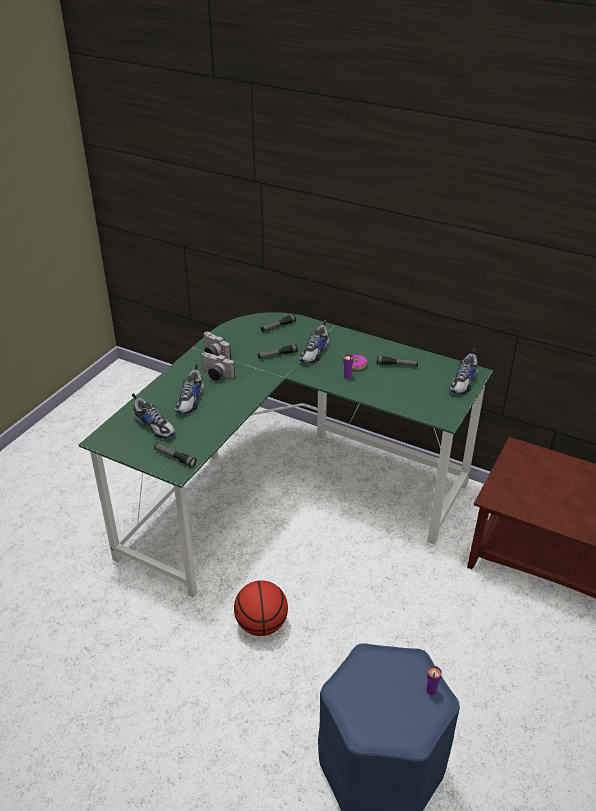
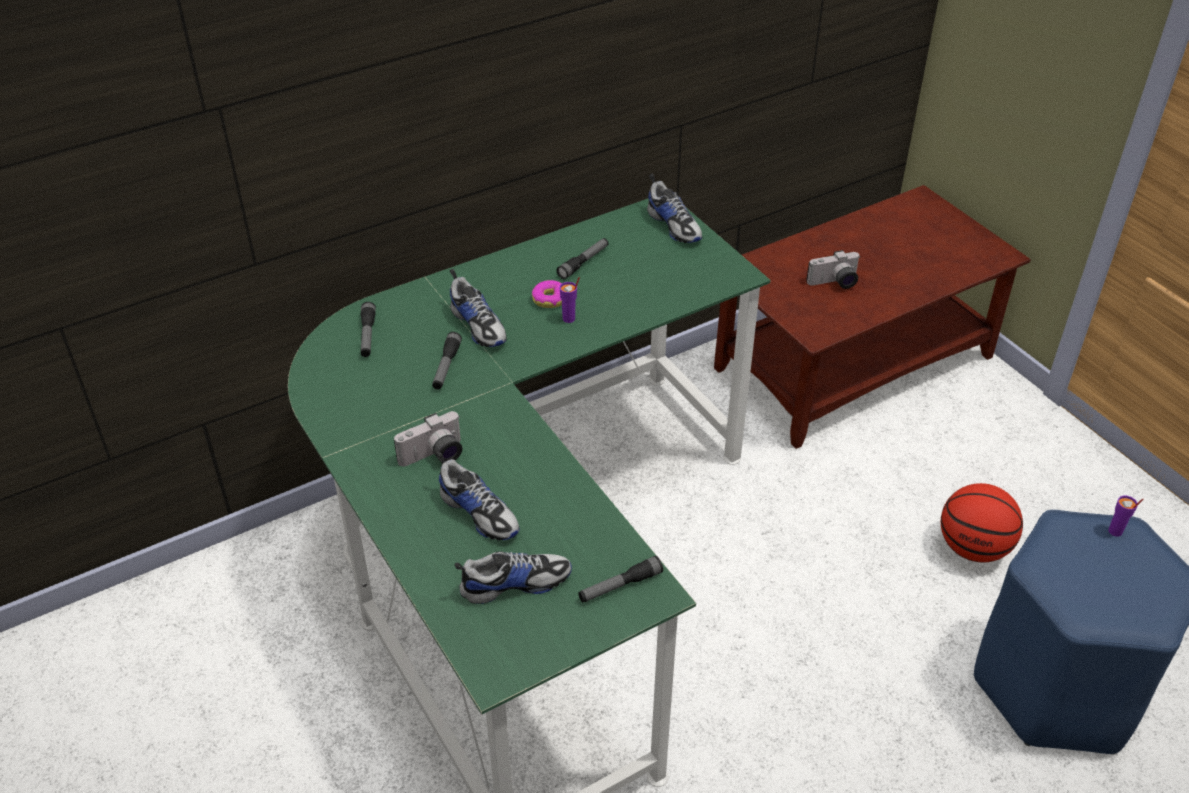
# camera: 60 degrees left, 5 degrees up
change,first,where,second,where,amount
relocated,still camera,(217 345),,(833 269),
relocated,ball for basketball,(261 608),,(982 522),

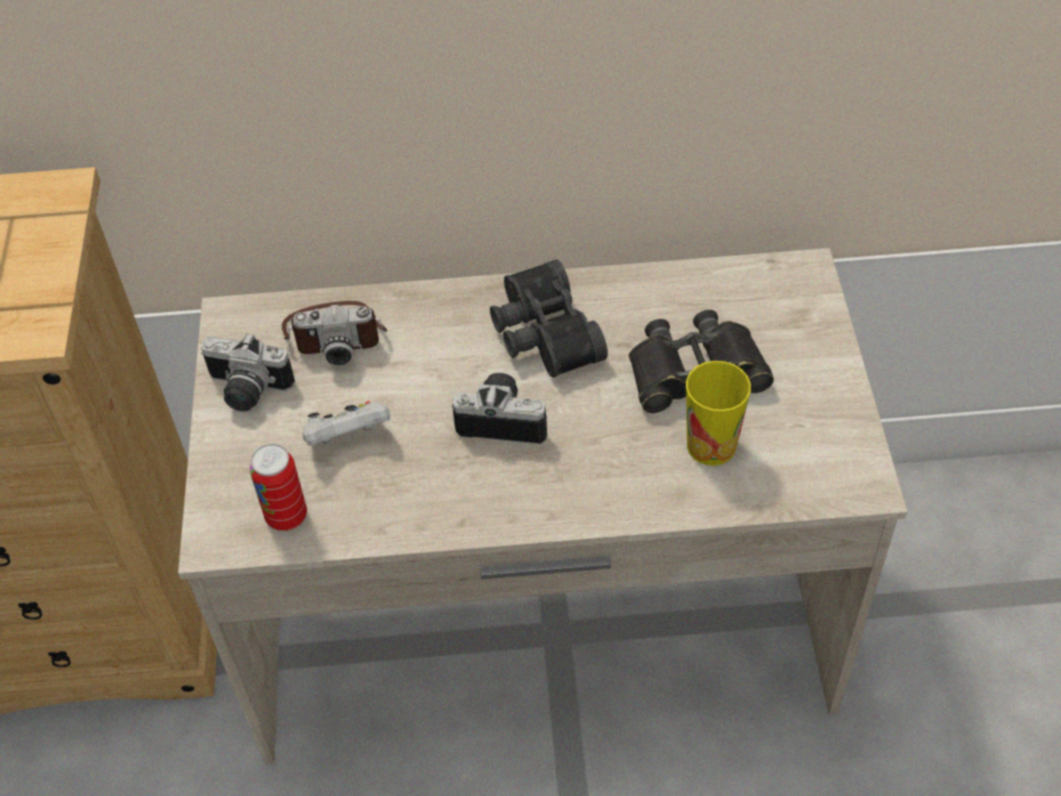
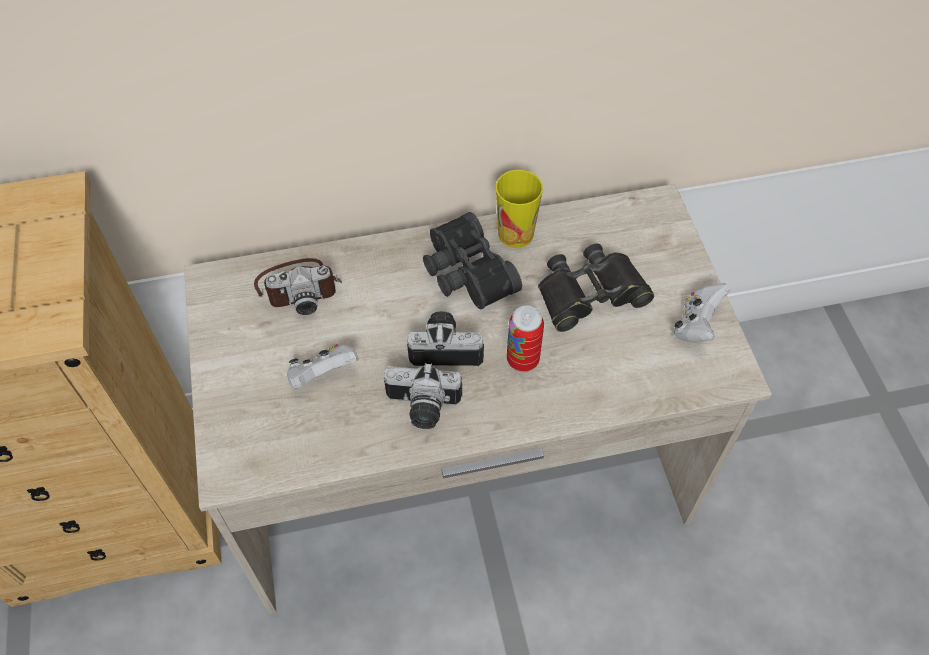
# camera: 10 degrees left, 5 degrees up
change,first,where,second,where,amount
appeared,,,white joypad,(701 312),
relocated,still camera,(248 372),,(423 396),
relocated,can,(278 487),,(525 339),
relocated,drinking cup,(718 413),,(519 209),

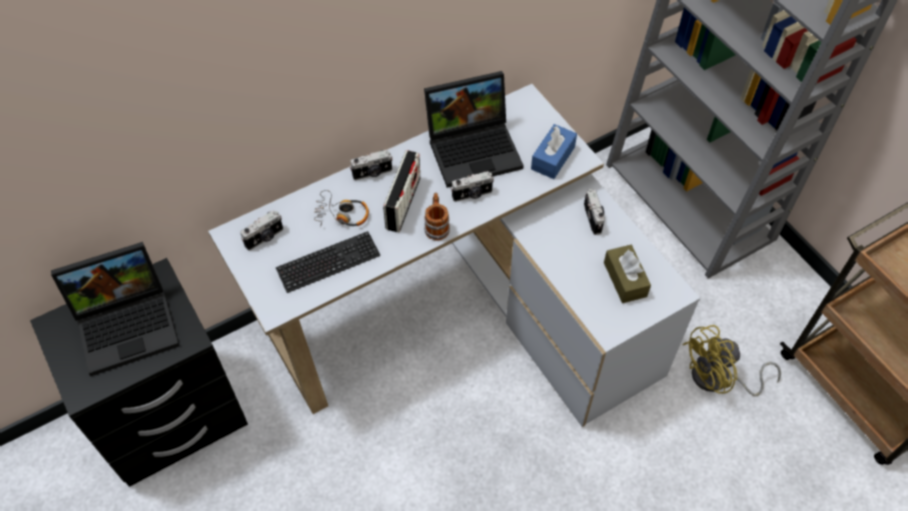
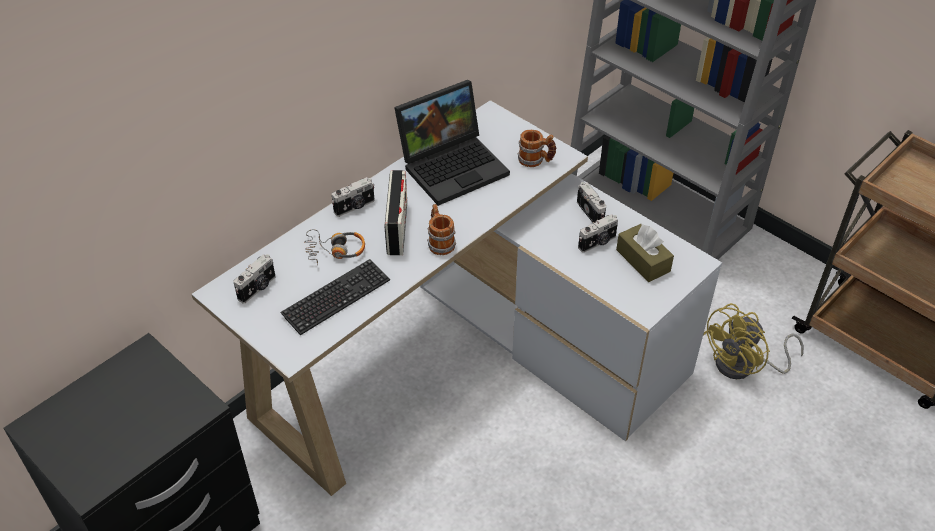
# camera: 15 degrees left, 10 degrees down
change,first,where,second,where,amount
missing,laptop,(115 309),,,
relocated,still camera,(472 186),,(598 233),
exchanged,blue box of tissues,(554 151),tea mug,(536 148),

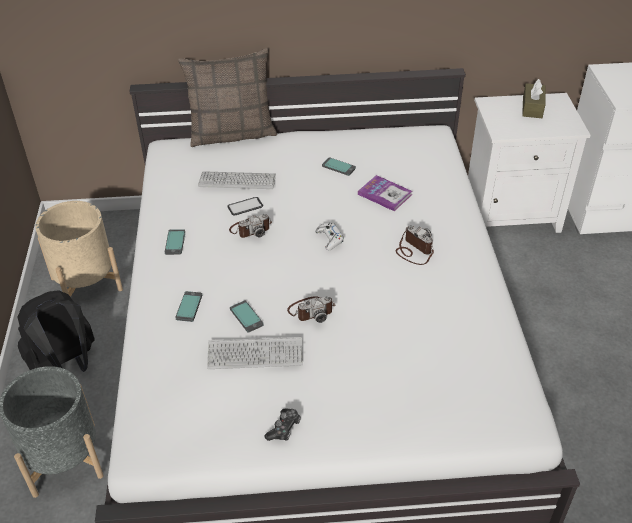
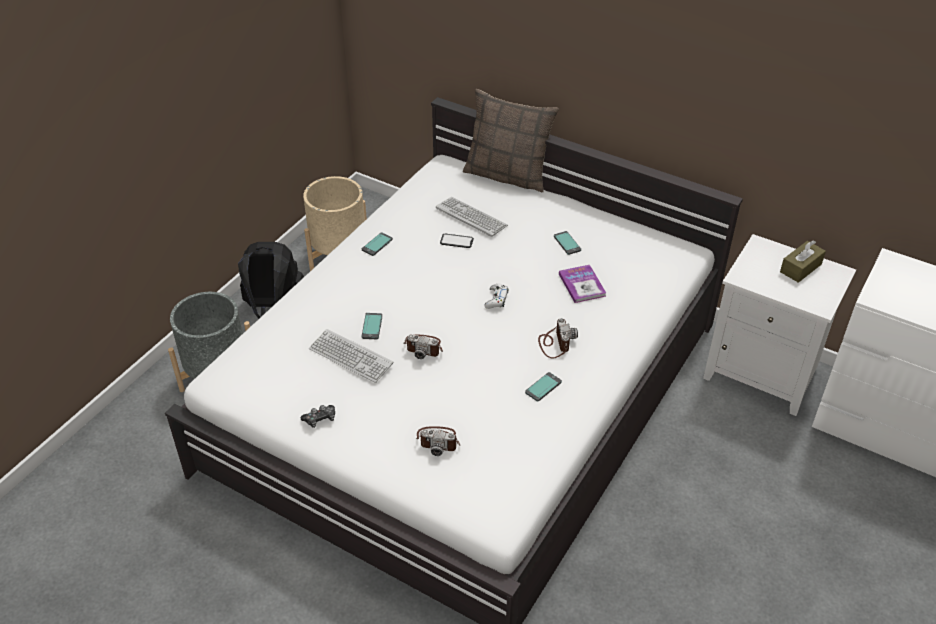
# camera: 35 degrees right, 0 degrees up
change,first,where,second,where,amount
relocated,phone,(188 306),,(543 387),
relocated,still camera,(250 226),,(438 441),

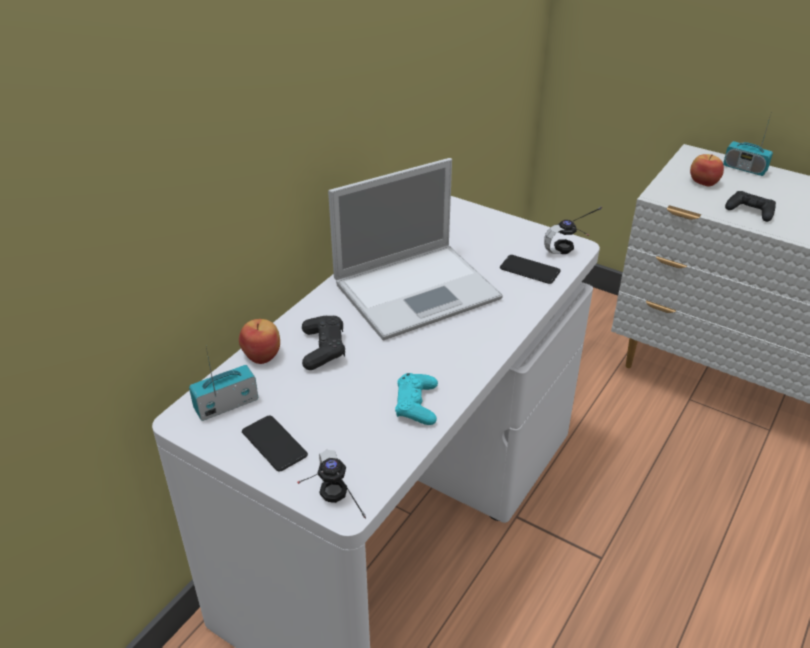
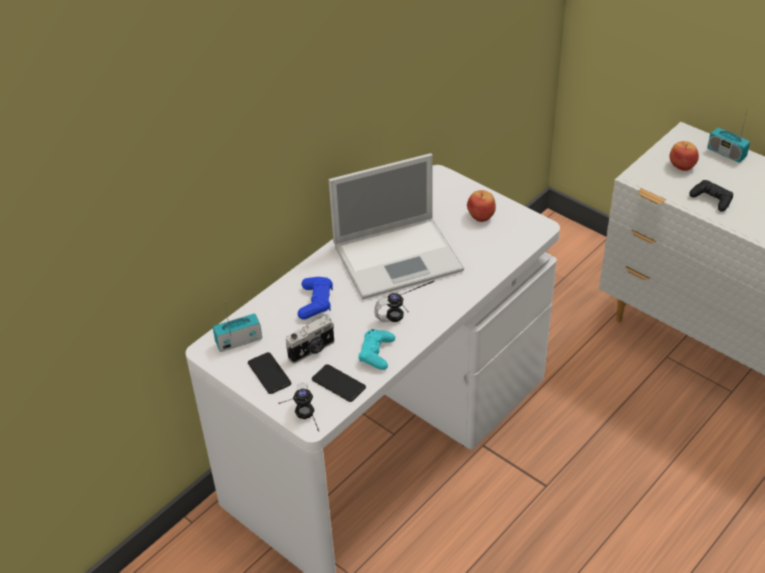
# camera: 10 degrees right, 5 degrees up
change,first,where,second,where,amount
appeared,,,still camera,(310 340),
relocated,whole apple,(259 341),,(481 206),
relocated,phone,(530 269),,(339 383),
relocated,pair of headphones,(573 230),,(404 301),
colour,blackish joypad,(323 343),blue joypad,(315 298),

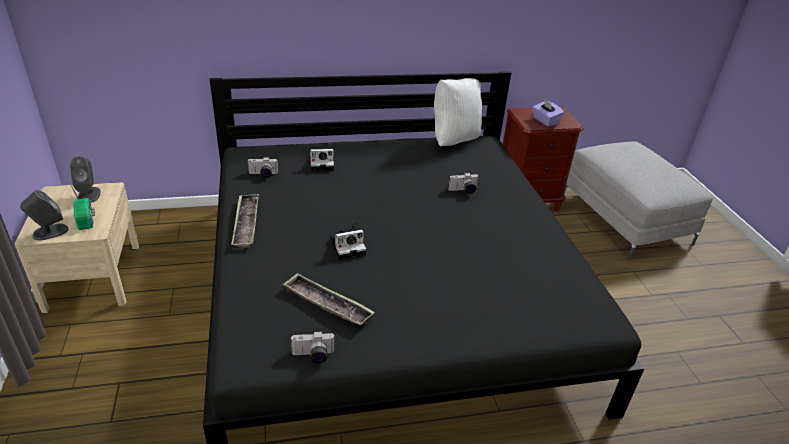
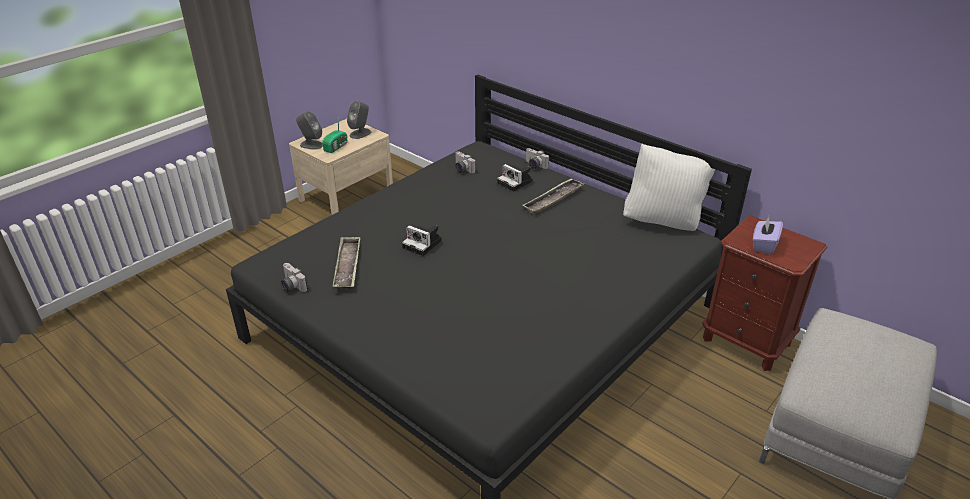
# camera: 55 degrees right, 0 degrees up
change,first,where,second,where,amount
relocated,carrying tray,(245 221),,(553 196),
relocated,still camera,(463 183),,(537 158),

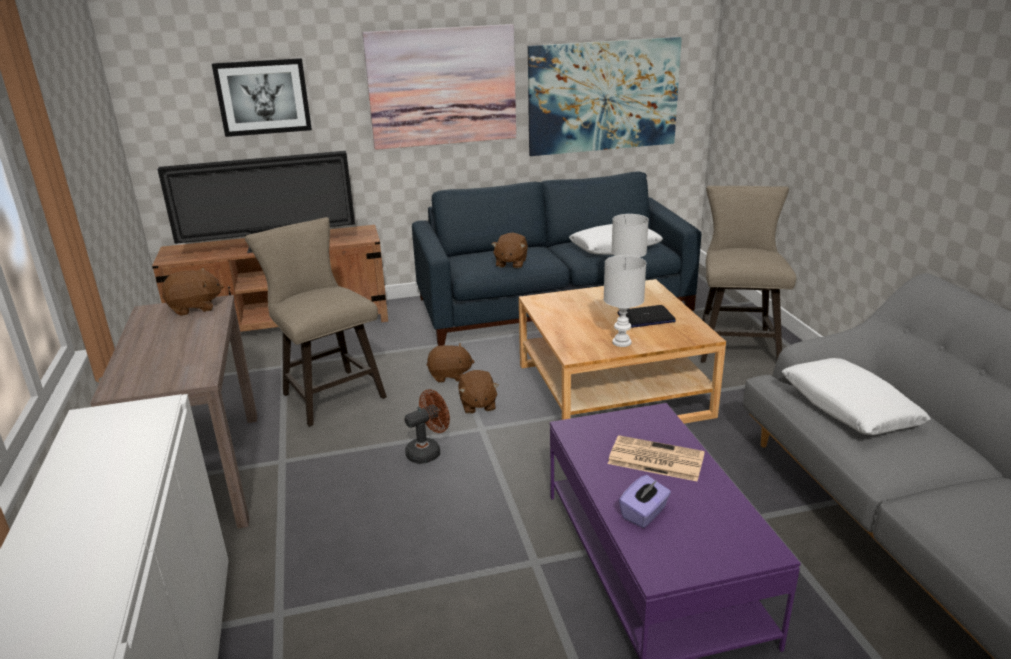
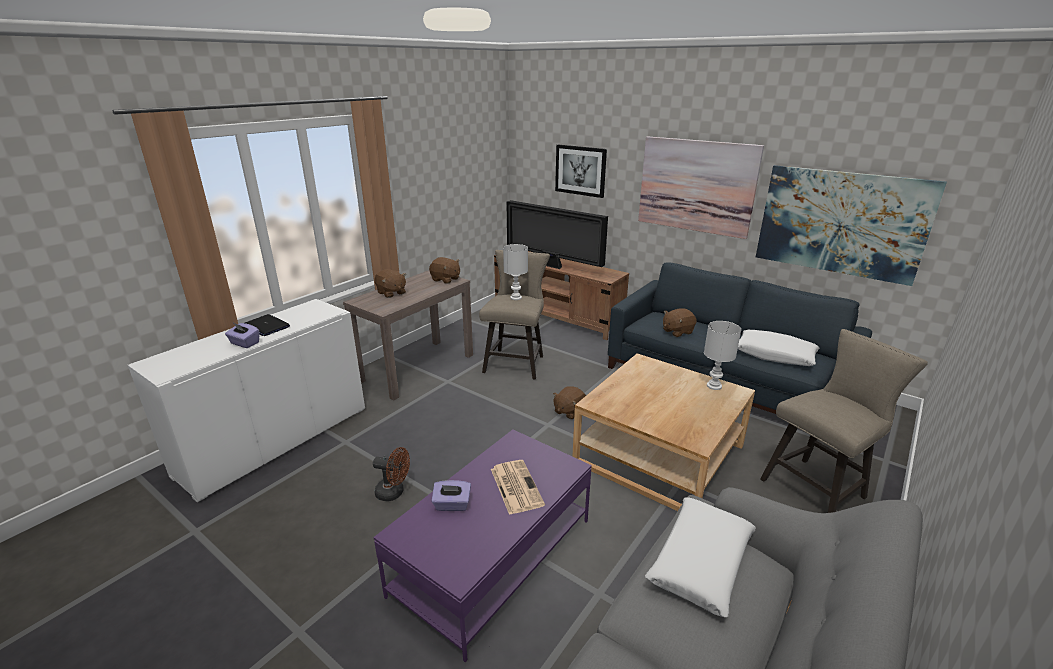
# camera: 50 degrees right, 0 degrees up
change,first,where,second,where,amount
appeared,,,purple box of tissues,(242 335),
relocated,brown-coloured fan,(427 426),,(391 474),
relocated,brown-coloured plush toy,(451 363),,(390 283),
relocated,white lamp for a table,(625 301),,(515 272),
relocated,laptop,(647 316),,(267 325),

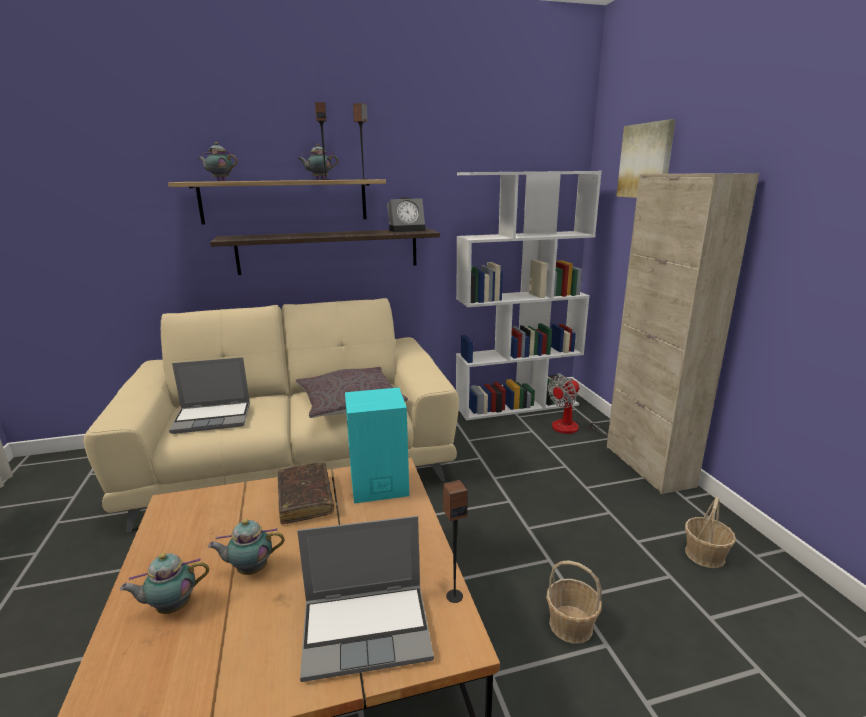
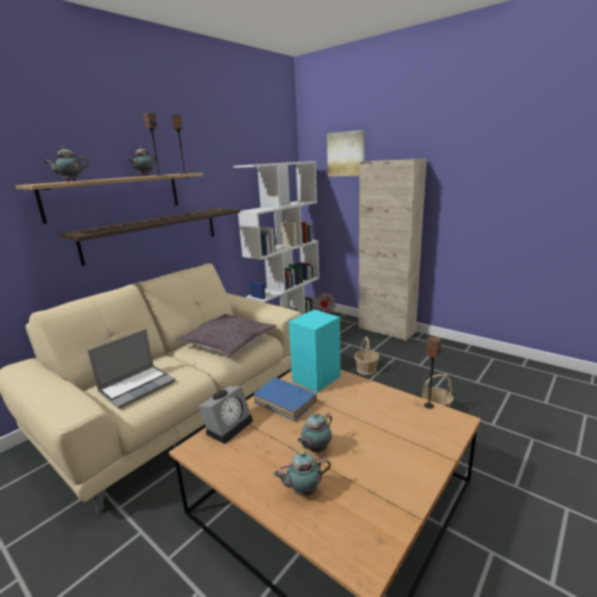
# camera: 35 degrees left, 0 degrees up
change,first,where,second,where,amount
missing,laptop,(365 599),,,
relocated,bedside clock,(406 214),,(226 415),
relocated,basket,(710 532),,(366 356),
colour,brown-coloured bound book,(305 493),blue bound book,(285 399),
spun,tea pot,(164 583),,(302 473),45 degrees clockwise

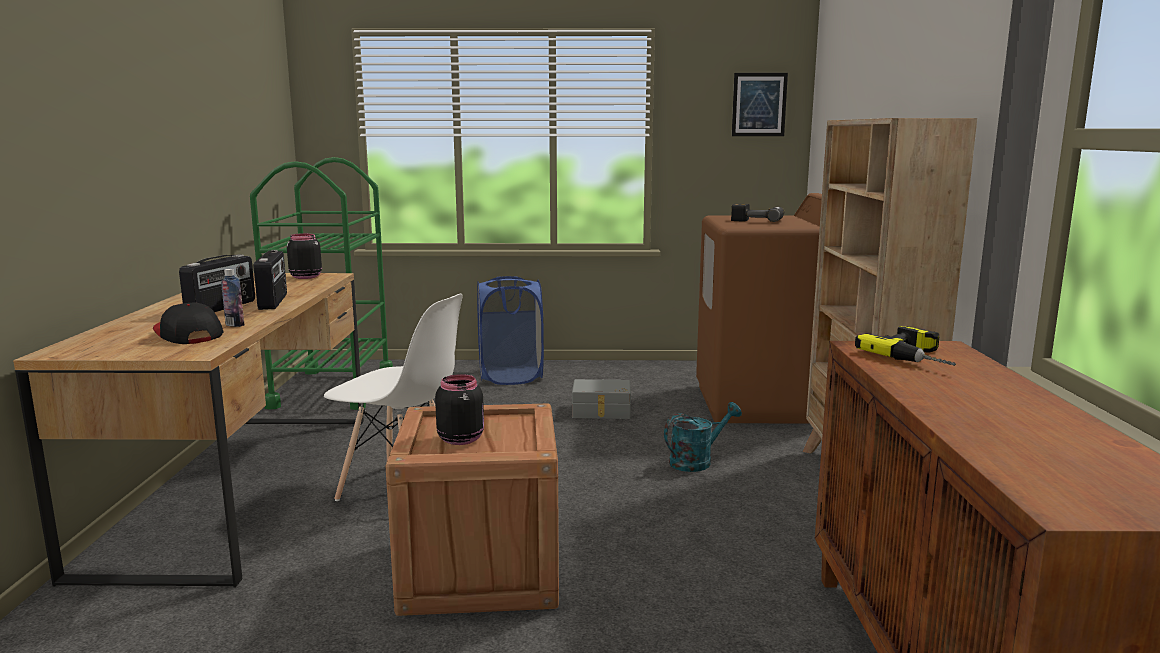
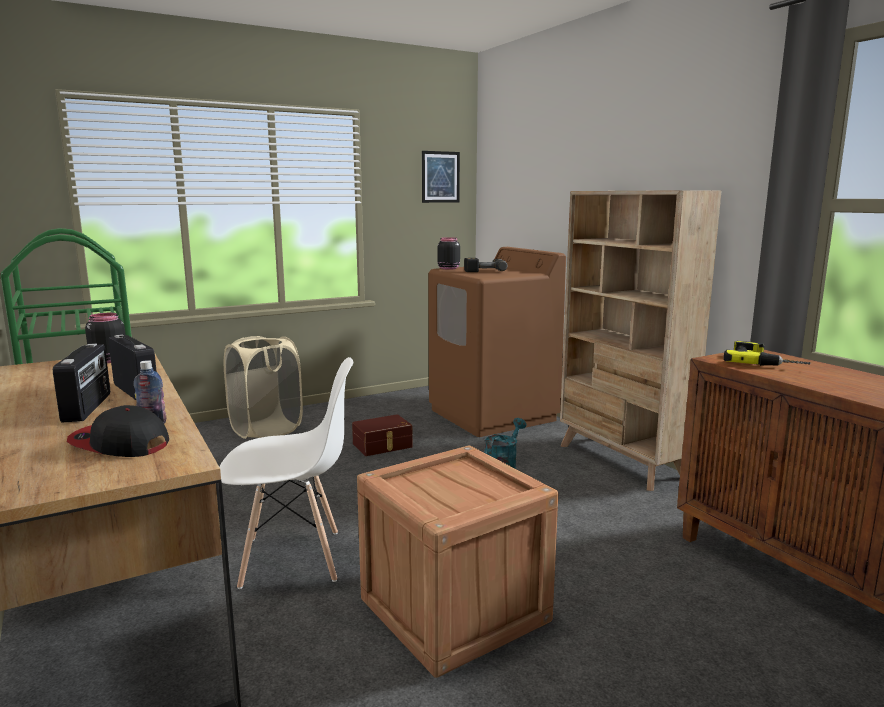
# camera: 30 degrees left, 0 degrees up
change,first,where,second,where,amount
relocated,blackish jar,(459 409),,(448 253),
colour,blue laundry basket,(510 330),sand-coloured laundry basket,(263 387),
colour,greyish storage bin,(601 399),brown-coloured storage bin,(382 435),

